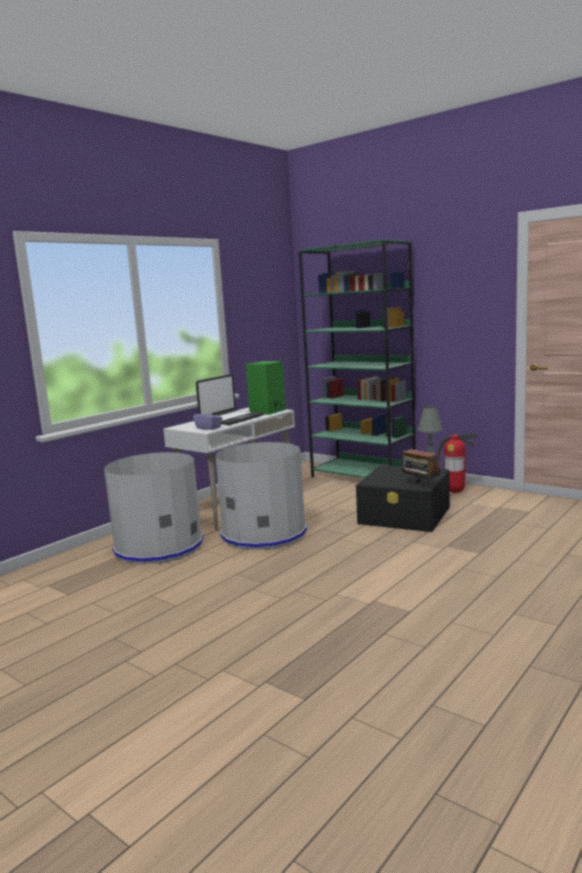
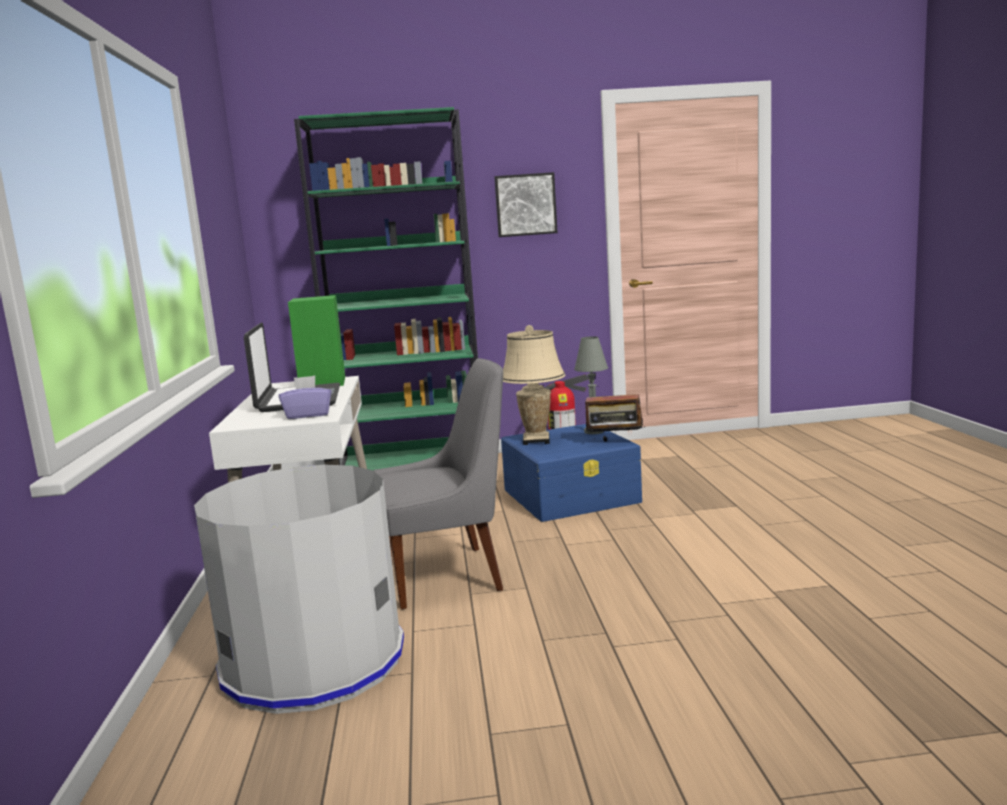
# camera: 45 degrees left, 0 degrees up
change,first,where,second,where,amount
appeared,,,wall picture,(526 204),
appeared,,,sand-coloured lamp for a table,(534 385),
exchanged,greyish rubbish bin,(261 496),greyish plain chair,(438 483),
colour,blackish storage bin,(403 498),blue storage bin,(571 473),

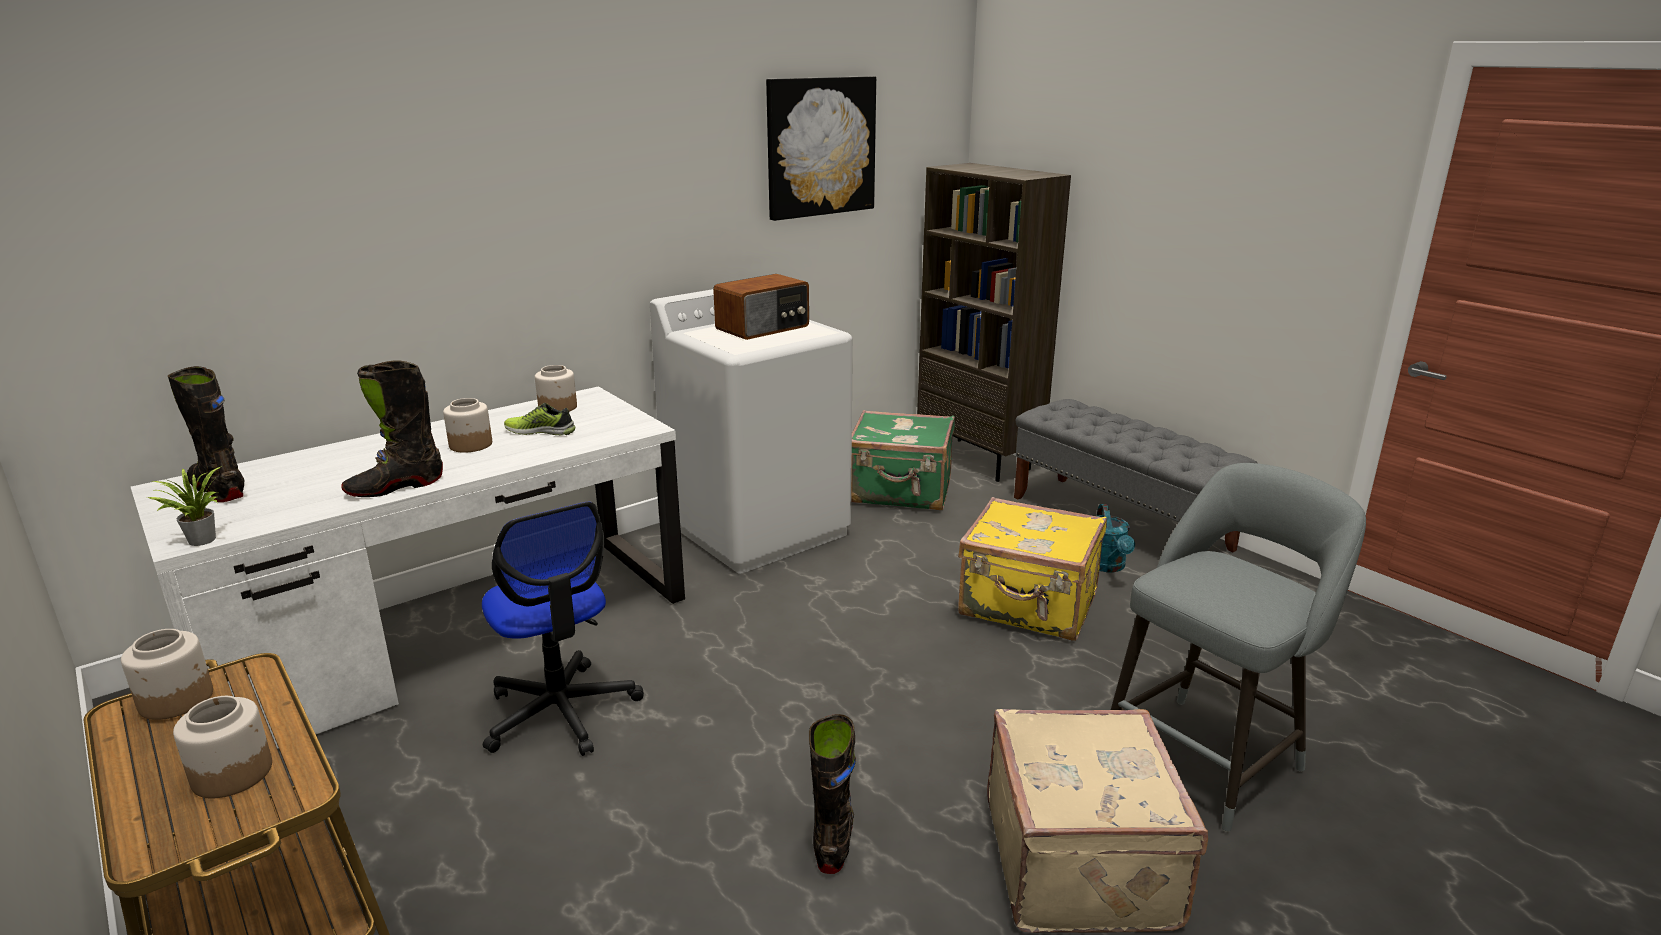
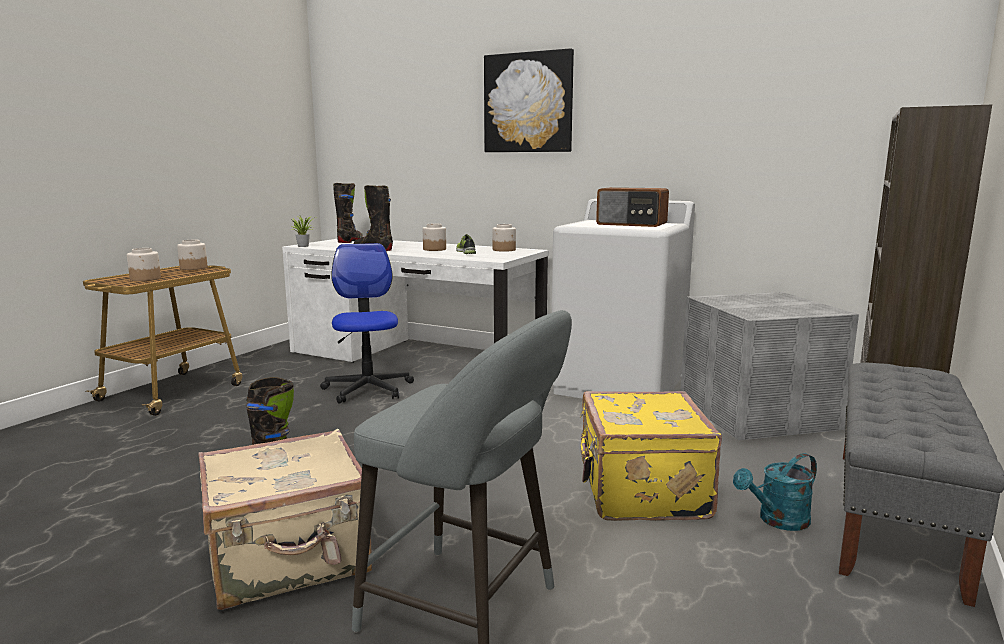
# camera: 65 degrees right, 10 degrees down
change,first,where,second,where,amount
relocated,wall picture,(821 148),,(529 100),
exchanged,greenish piece of luggage,(903 460),greyish storage bin,(769 366),
spun,office chair,(563 629),,(367 323),135 degrees clockwise

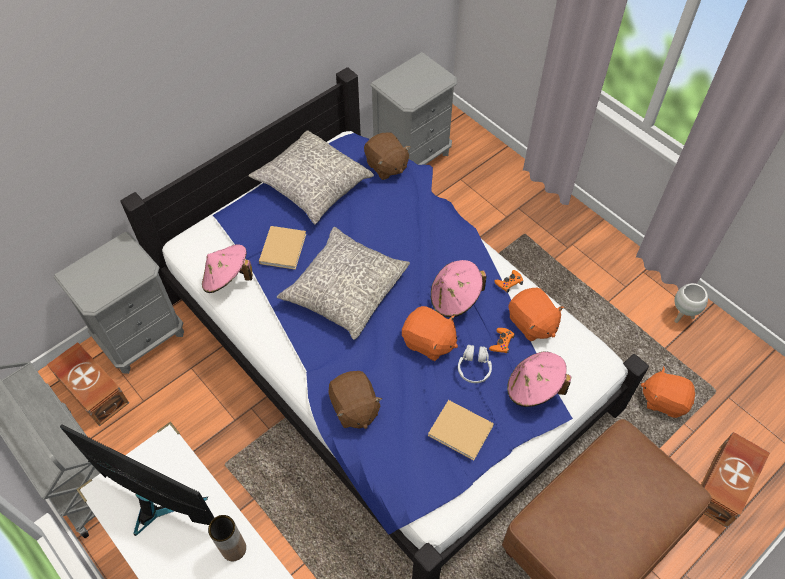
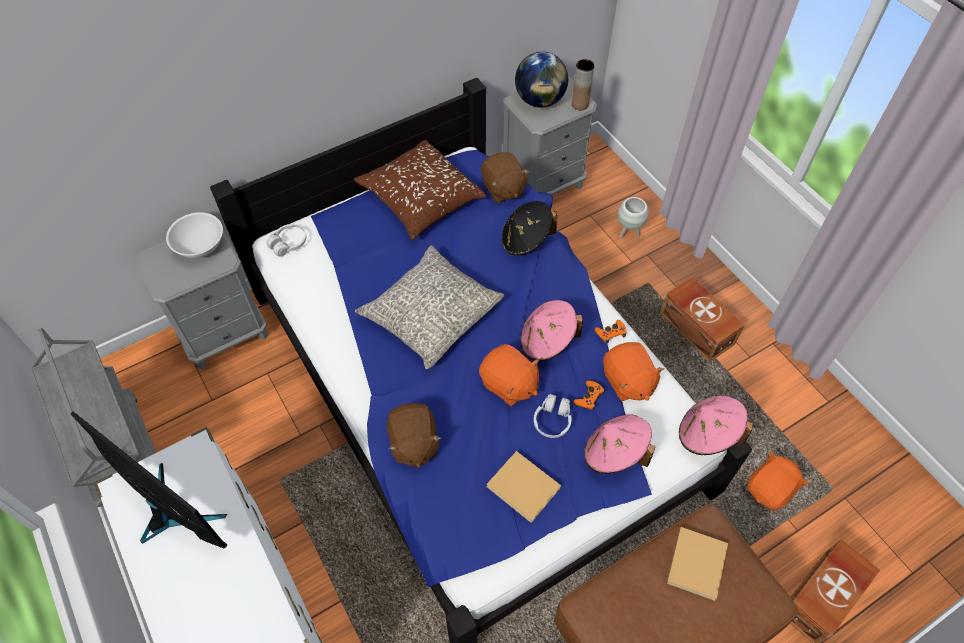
# camera: 10 degrees right, 0 degrees up
change,first,where,second,where,amount
appeared,,,white serving bowl,(194 235),
appeared,,,white pair of headphones,(286 240),
appeared,,,blackish clothing hat,(529 228),
appeared,,,world globe,(541 80),
relocated,brown-coloured storage bin,(88 384),,(702 319),
relocated,pink clothing hat,(227 268),,(716 425),
relocated,brown-coloured vase,(227 538),,(583 84),
relocated,sand-coloured bound book,(282 248),,(697 564),
relocated,white flower pot,(691 303),,(633 217),
colour,greyish pillow,(311 177),brown-coloured pillow,(420 190),
spun,orangey plush toy,(668 392),,(778 481),105 degrees clockwise

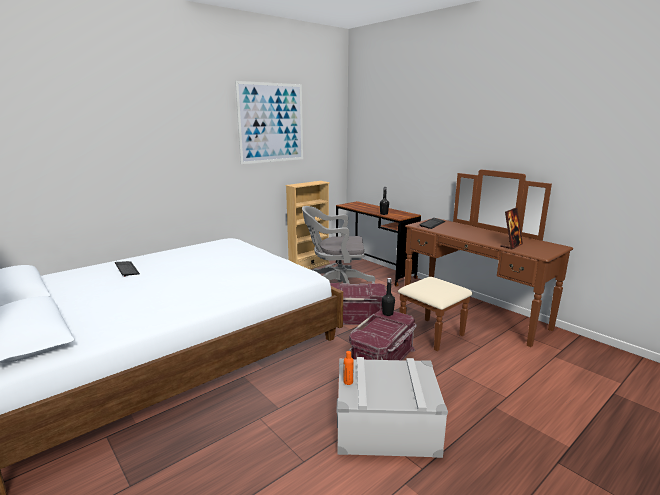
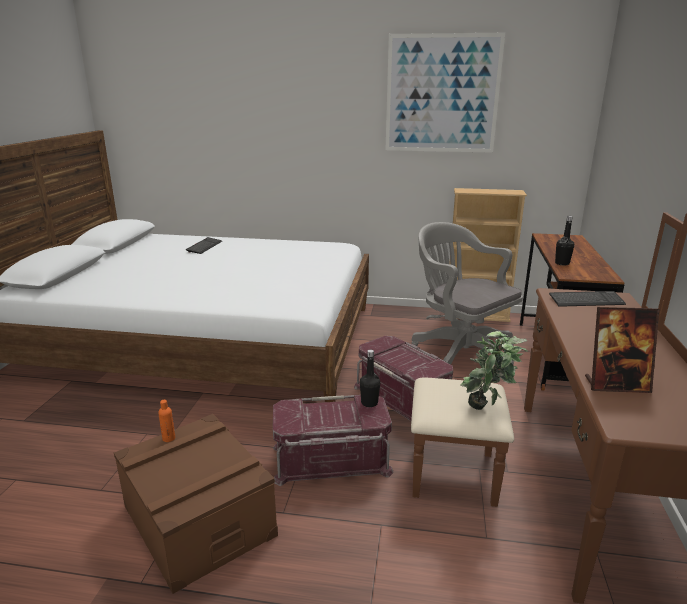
# camera: 50 degrees right, 5 degrees up
change,first,where,second,where,amount
appeared,,,houseplant,(494 370),
colour,greyish storage bin,(392 407),brown-coloured storage bin,(196 504),

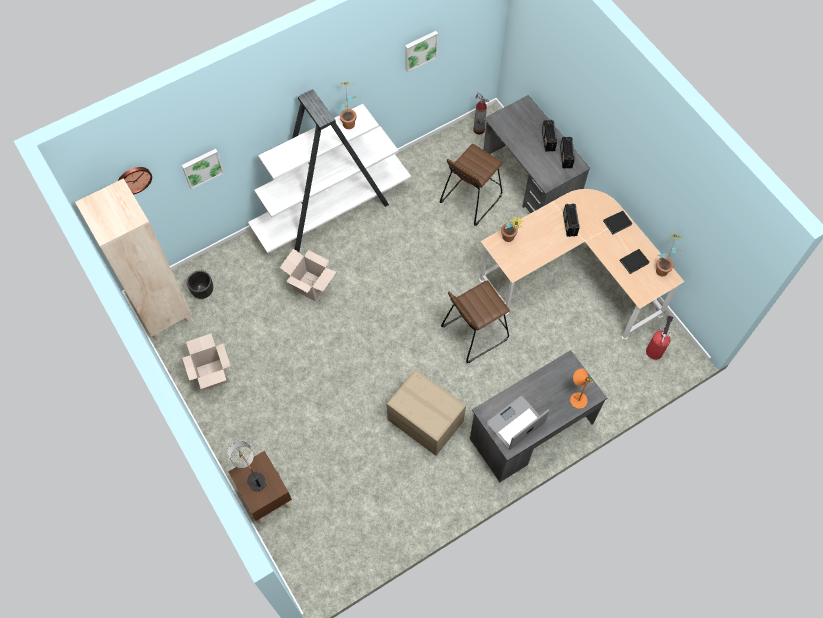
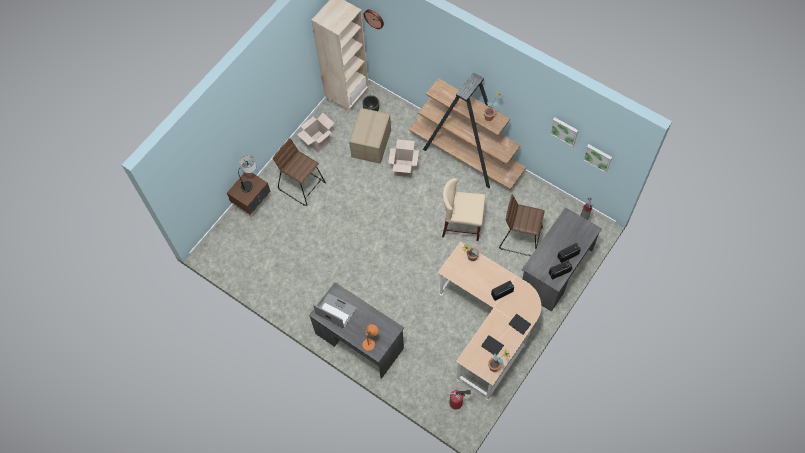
# camera: 70 degrees right, 0 degrees up
change,first,where,second,where,amount
appeared,,,sand-coloured plain chair,(464 209),
relocated,wall picture,(203 169),,(597 158),
relocated,cardboard box,(426 412),,(370 136),
relocated,brown-coloured sitting stool,(475 322),,(299 172),
colour,white shelving unit,(329 171),brown-coloured shelving unit,(467 131),

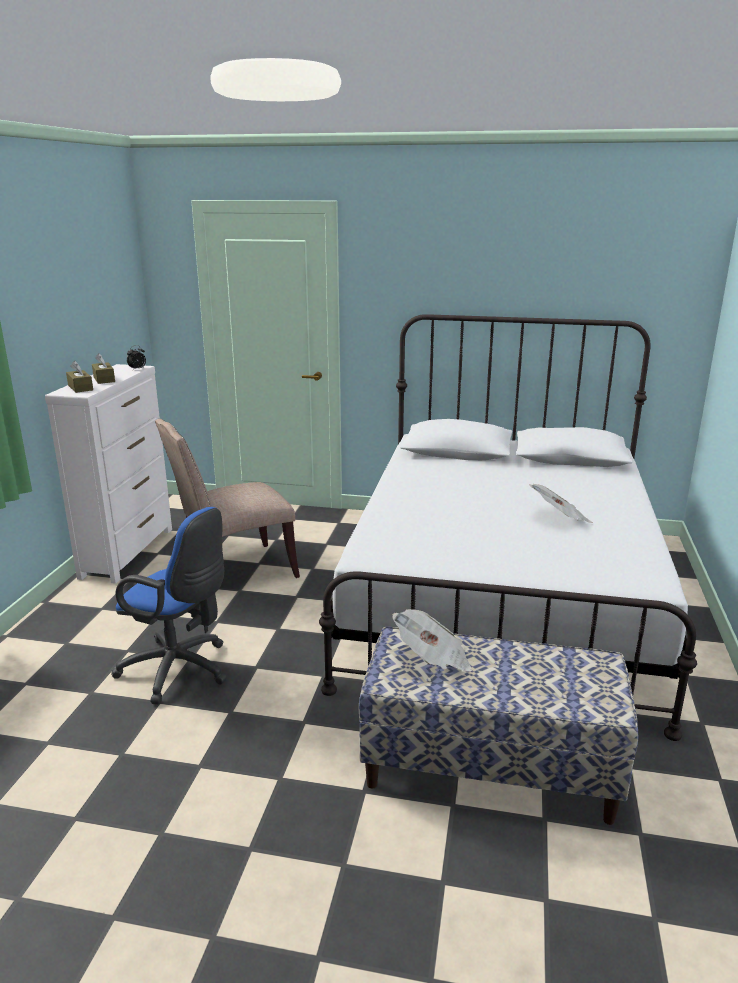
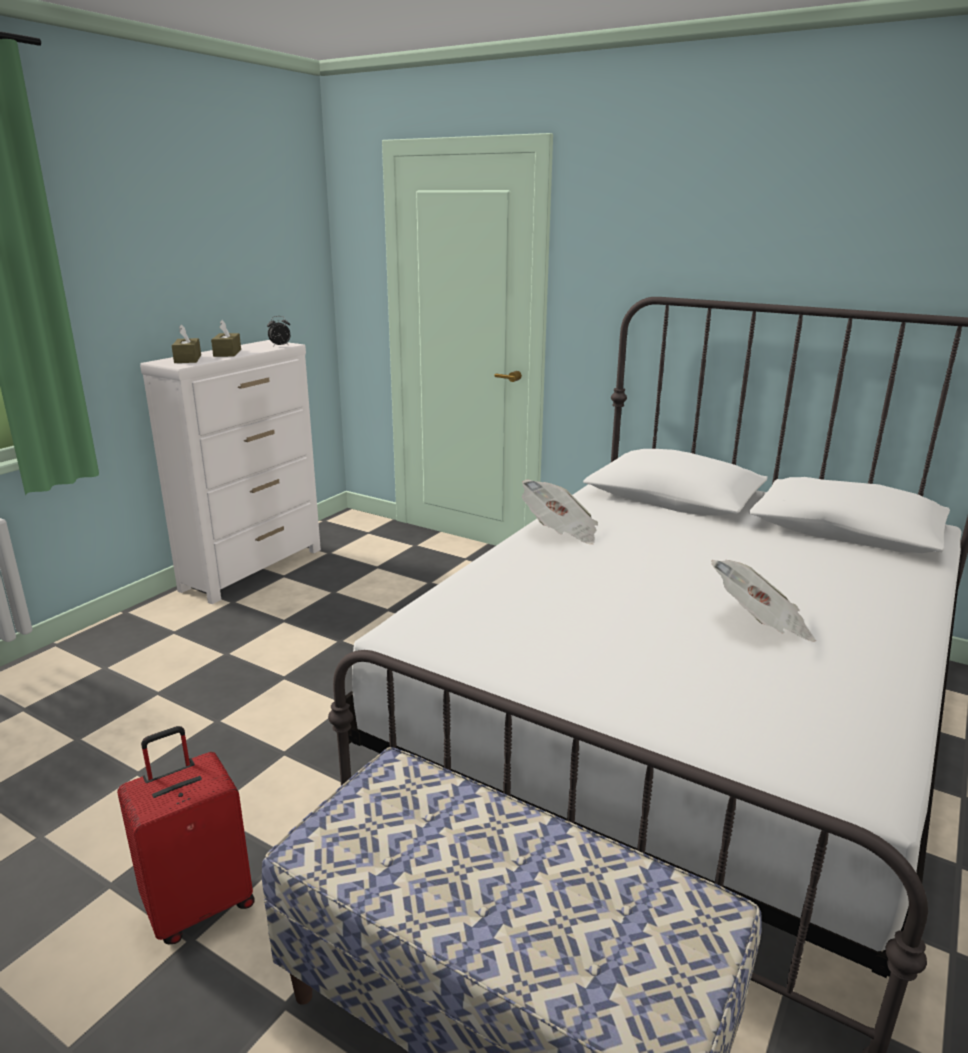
# camera: 20 degrees right, 0 degrees up
change,first,where,second,where,amount
missing,blue office chair,(169 605),,,
missing,sand-coloured plain chair,(227 498),,,
appeared,,,red piece of luggage,(186 835),
relocated,daily paper,(432 640),,(560 511),

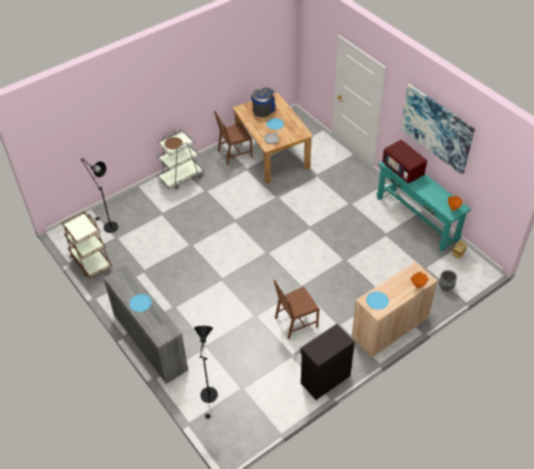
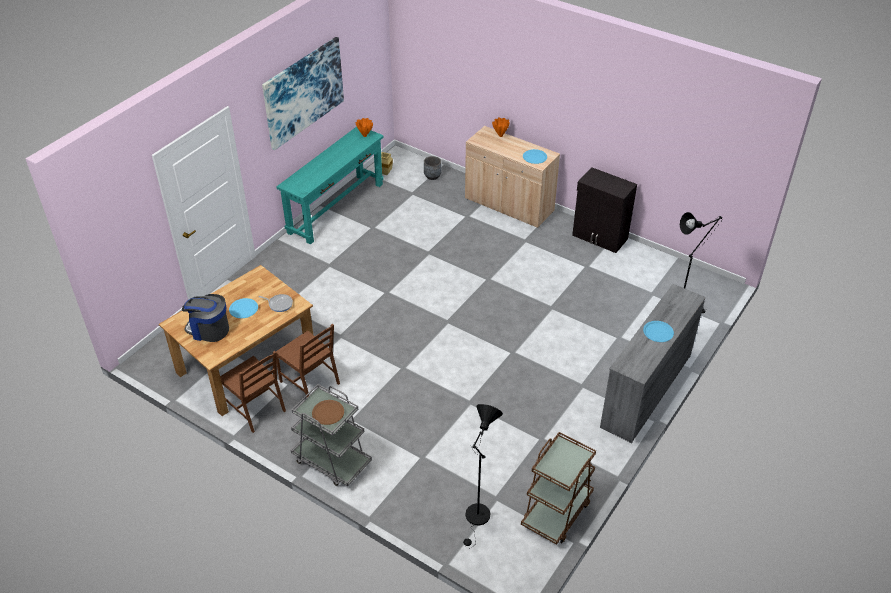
# camera: 110 degrees left, 5 degrees down
change,first,where,second,where,amount
missing,red microwave,(404 161),,,
relocated,brown-coloured plain chair,(296 309),,(308 360),

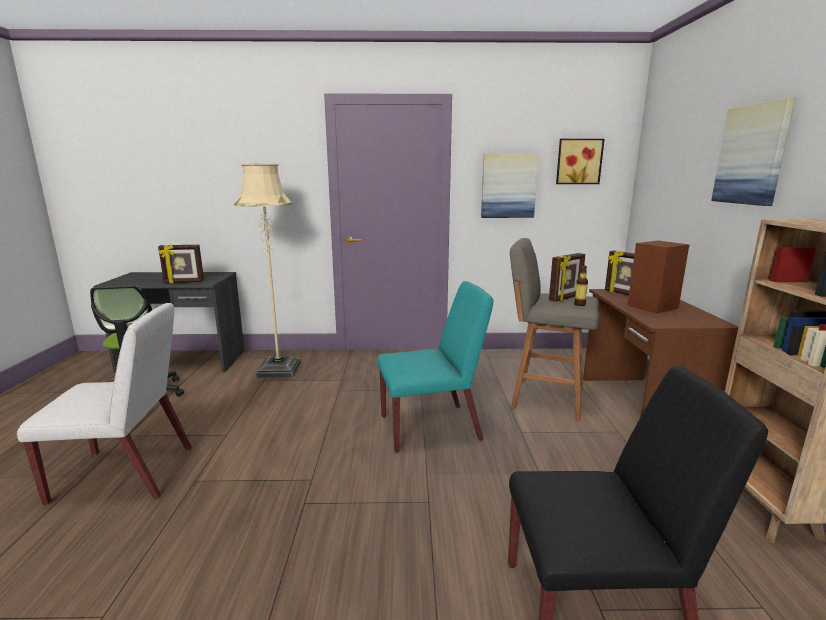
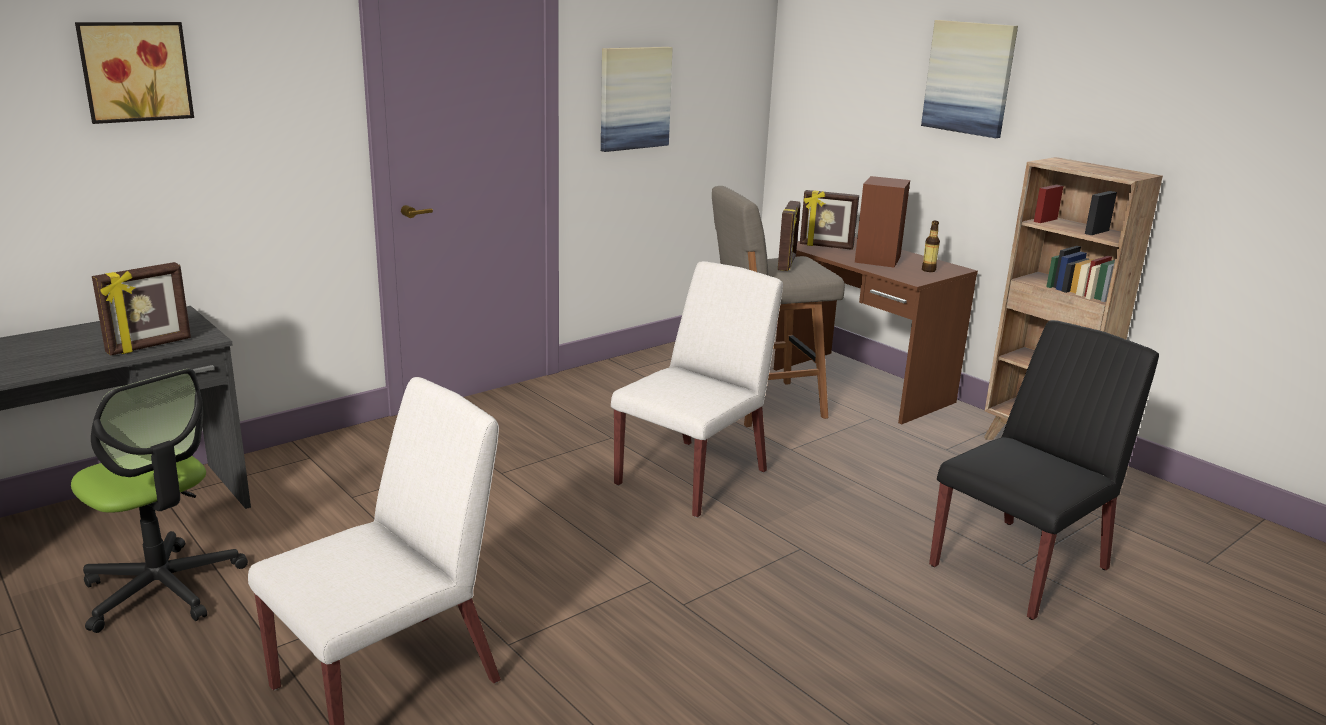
# camera: 40 degrees left, 5 degrees up
change,first,where,second,where,amount
missing,sand-coloured floor lamp,(267 271),,,
relocated,wall picture,(580 161),,(134 73),
relocated,beverage bottle,(581 285),,(931 246),
colour,turquoise-coloured plain chair,(436 367),white plain chair,(697 389),

